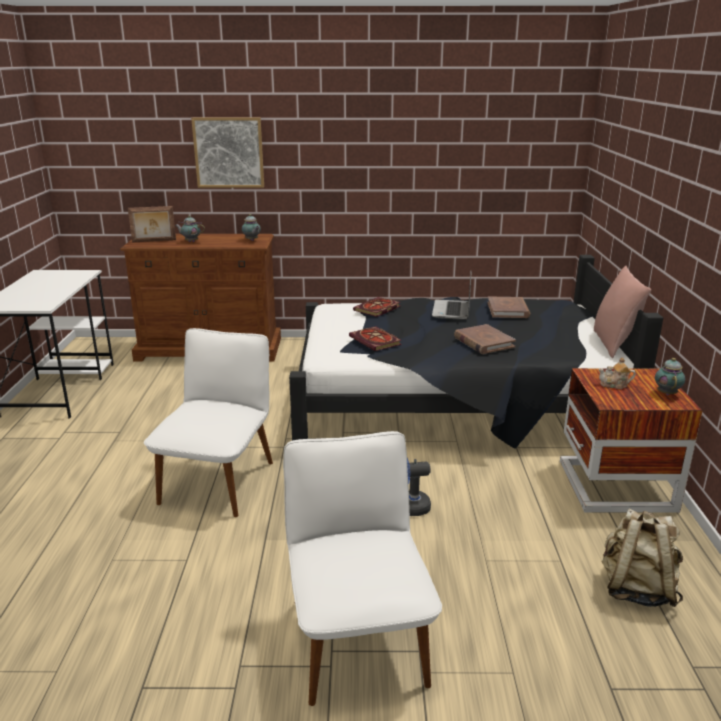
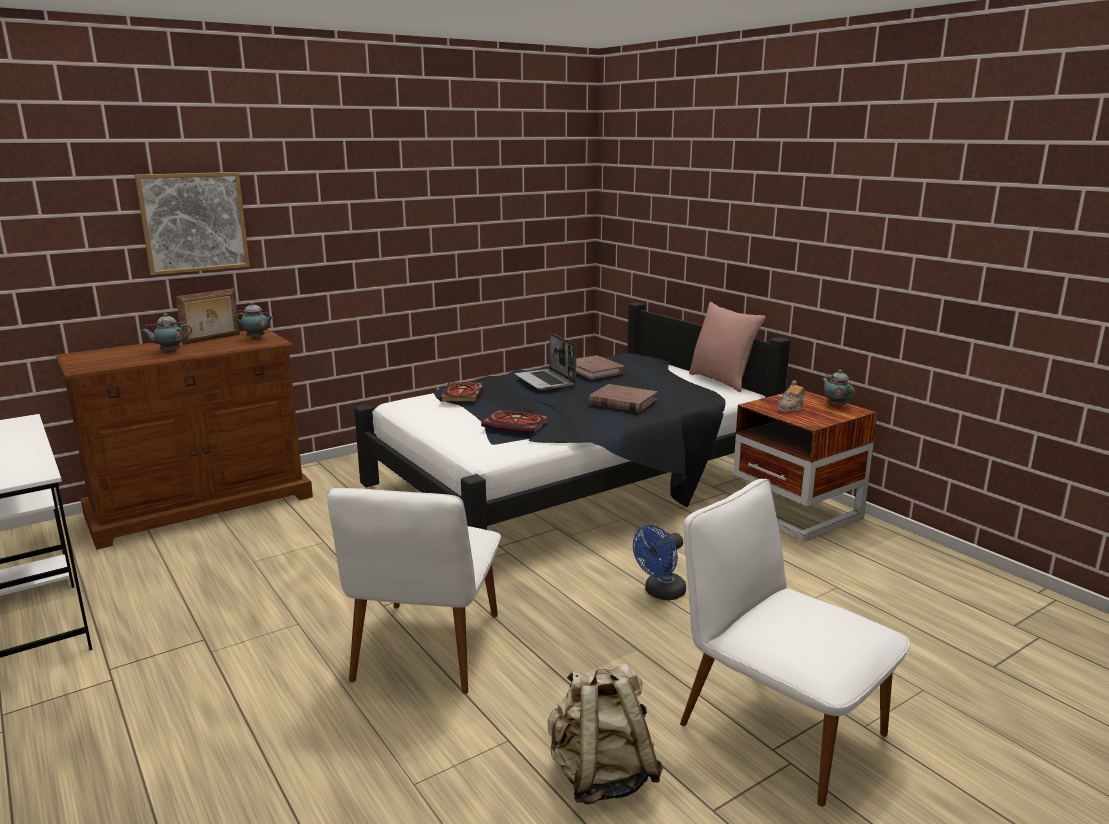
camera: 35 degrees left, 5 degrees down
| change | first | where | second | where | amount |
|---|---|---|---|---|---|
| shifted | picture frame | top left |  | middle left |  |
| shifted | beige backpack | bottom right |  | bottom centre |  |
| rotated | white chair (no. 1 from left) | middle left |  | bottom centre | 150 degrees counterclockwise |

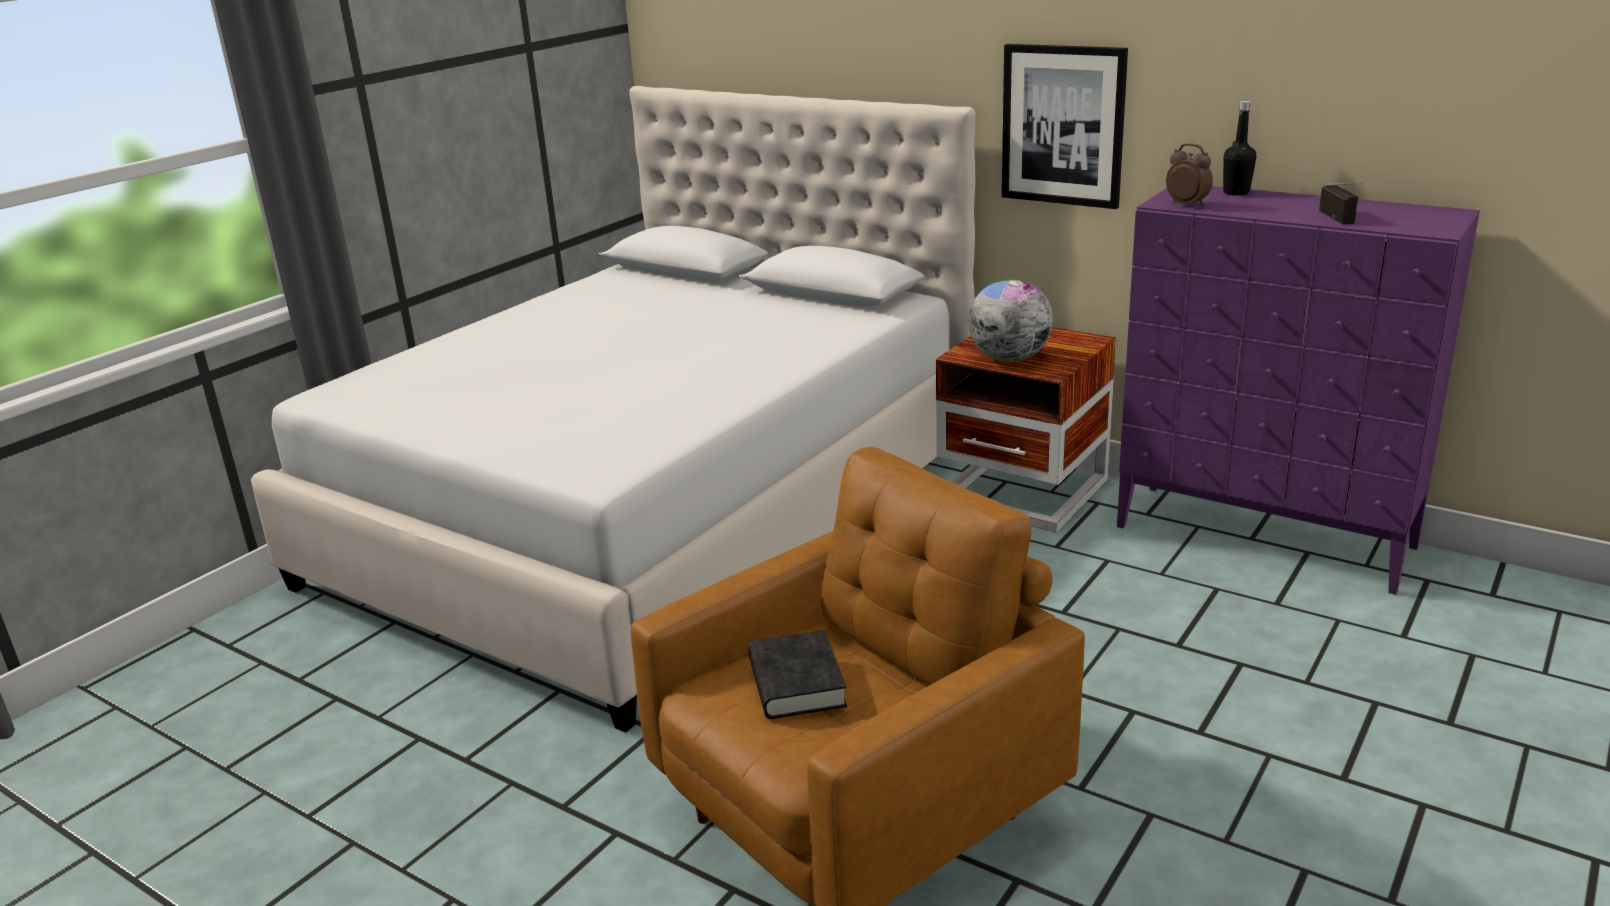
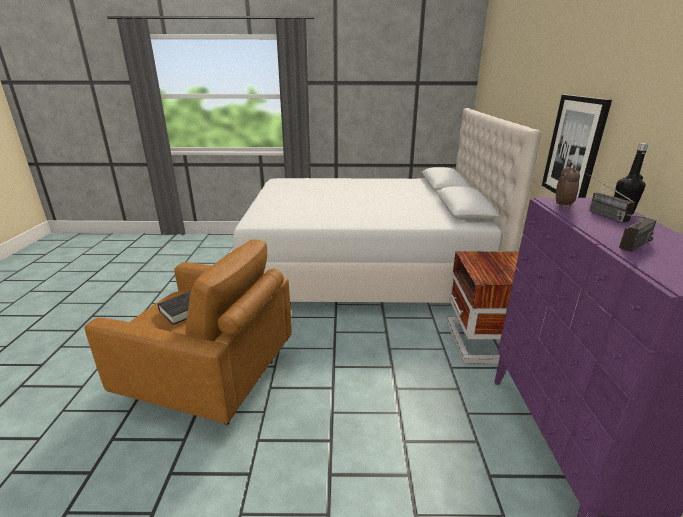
camera: 55 degrees right, 0 degrees up
| change | first | where | second | where | amount |
|---|---|---|---|---|---|
| gone | globe | centre |  |  |  |
| new |  |  | radio (no. 1 from left) | middle right |  |

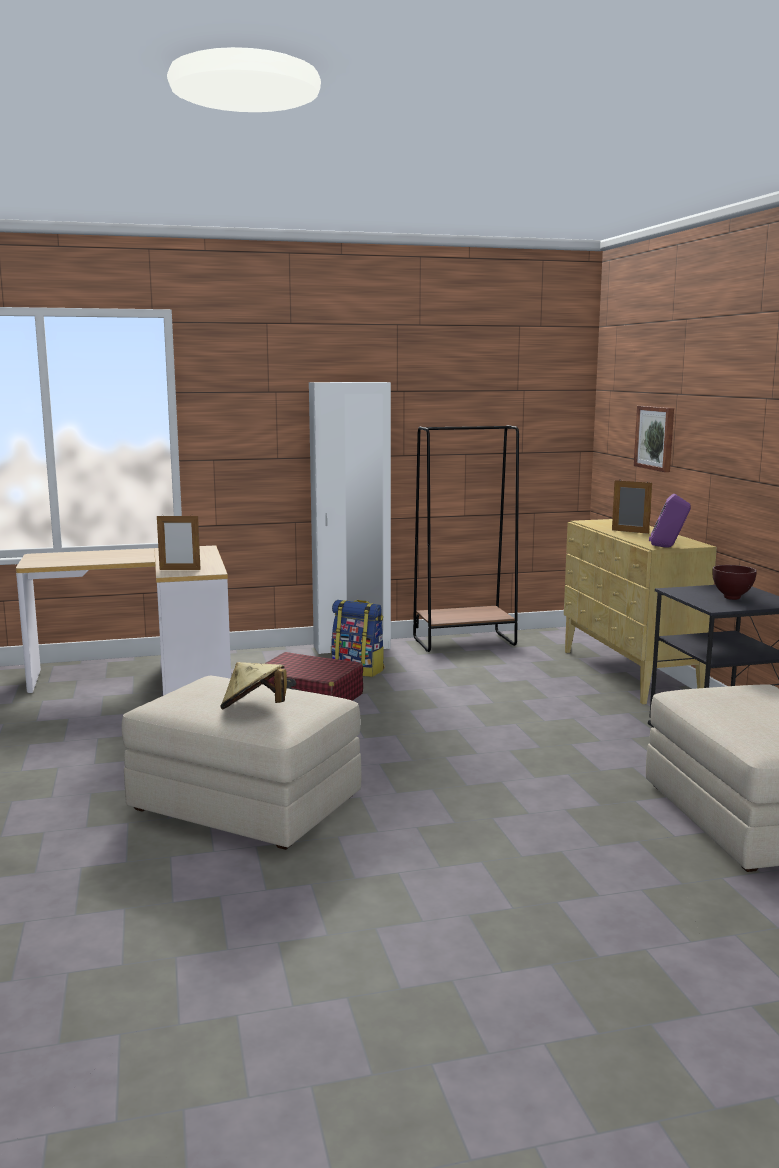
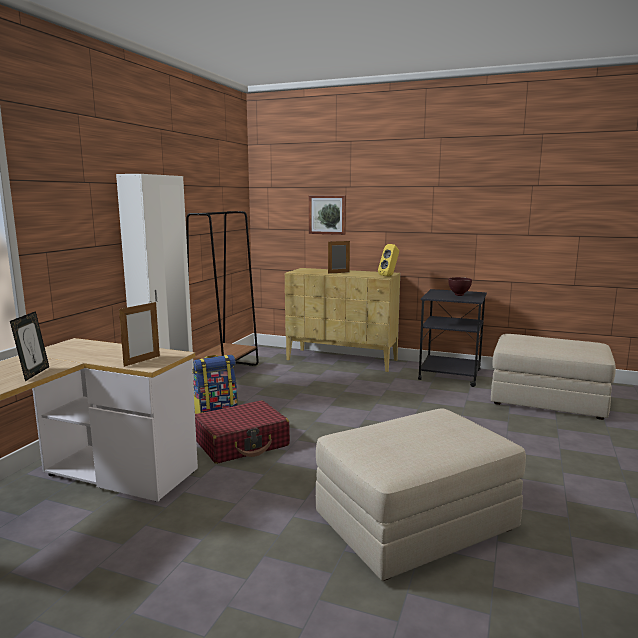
camera: 55 degrees left, 0 degrees up
| change | first | where | second | where | amount |
|---|---|---|---|---|---|
| gone | beige hat | middle left |  |  |  |
| new |  |  | picture frame (no. 1 from left) | middle left |  |
| repainted | purple speaker | middle right | yellow speaker | centre |  |

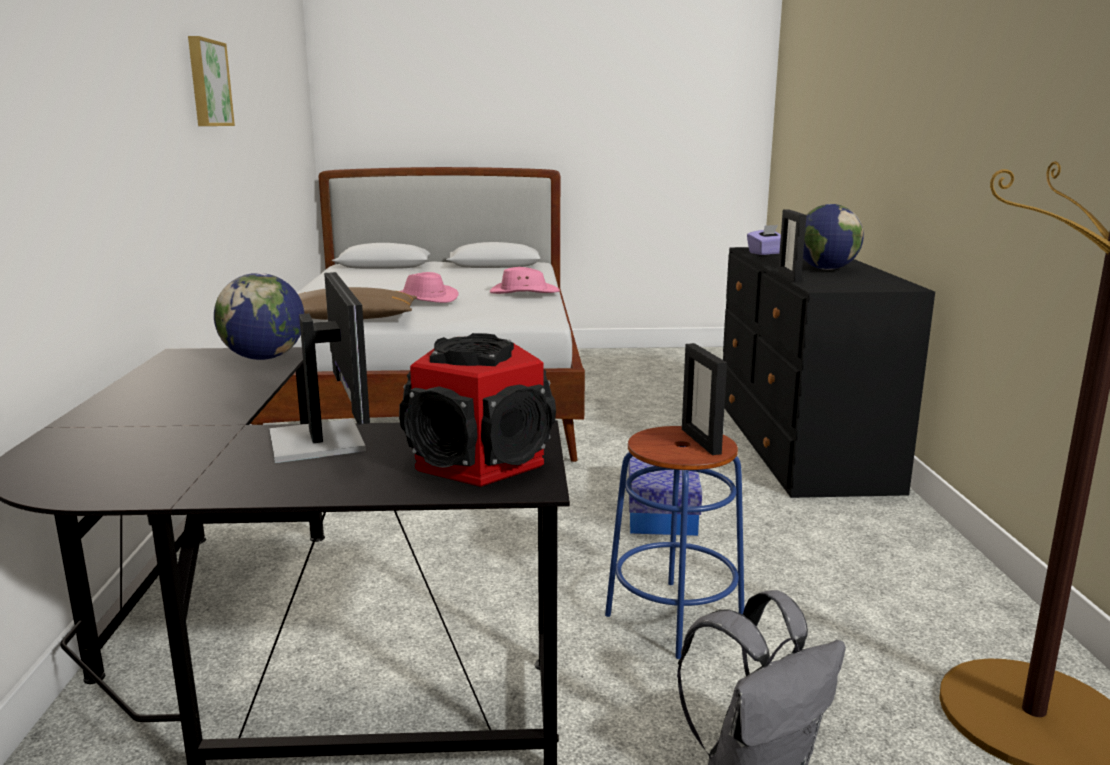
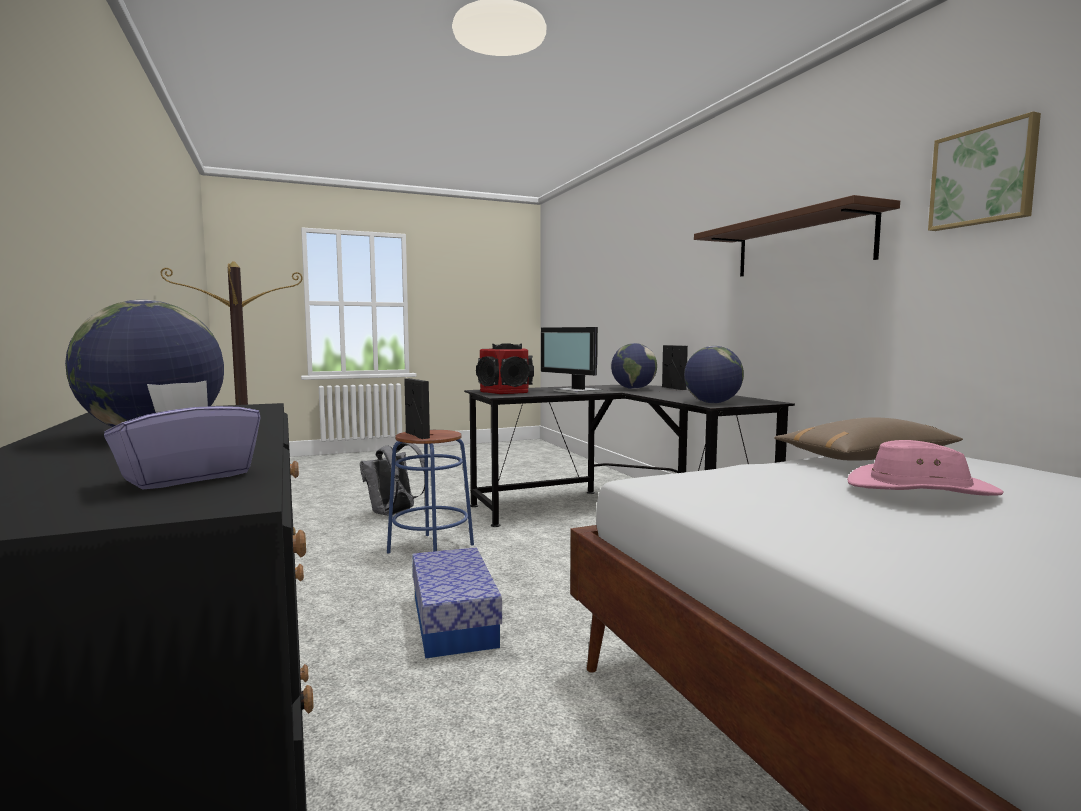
camera: 160 degrees right, 10 degrees down
| change | first | where | second | where | amount |
|---|---|---|---|---|---|
| gone | pink hat (no. 2 from left) | centre |  |  |  |
| new |  |  | globe (no. 2 from left) | centre |  |
| new |  |  | brown shelf | top right |  |
| shifted | picture frame (no. 2 from left) | top right |  | centre |  |

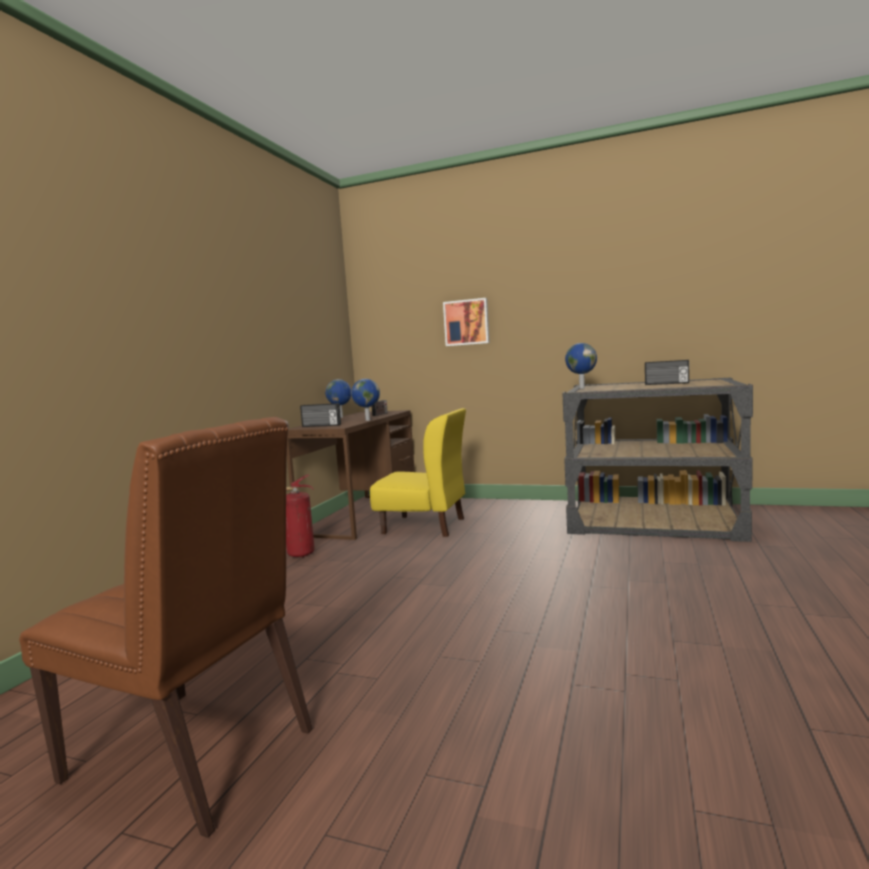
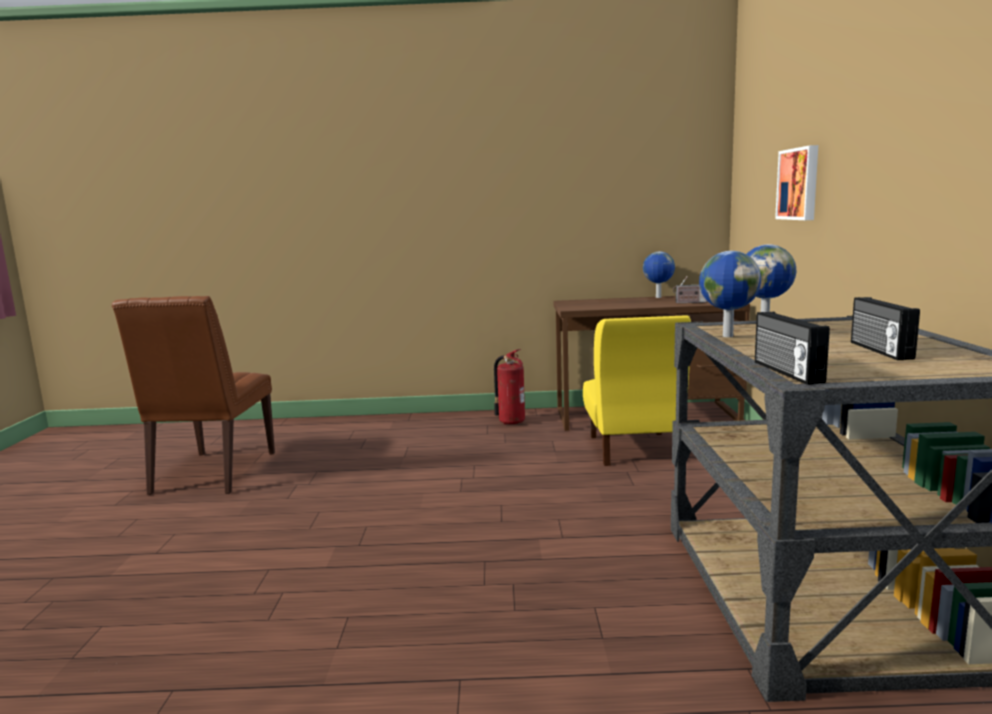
camera: 70 degrees right, 5 degrees up
| change | first | where | second | where | amount |
|---|---|---|---|---|---|
| shifted | radio (no. 1 from left in the first image) | centre | radio (no. 2 from left) | middle right |  |
| shifted | globe (no. 2 from left) | centre |  | middle right |  |

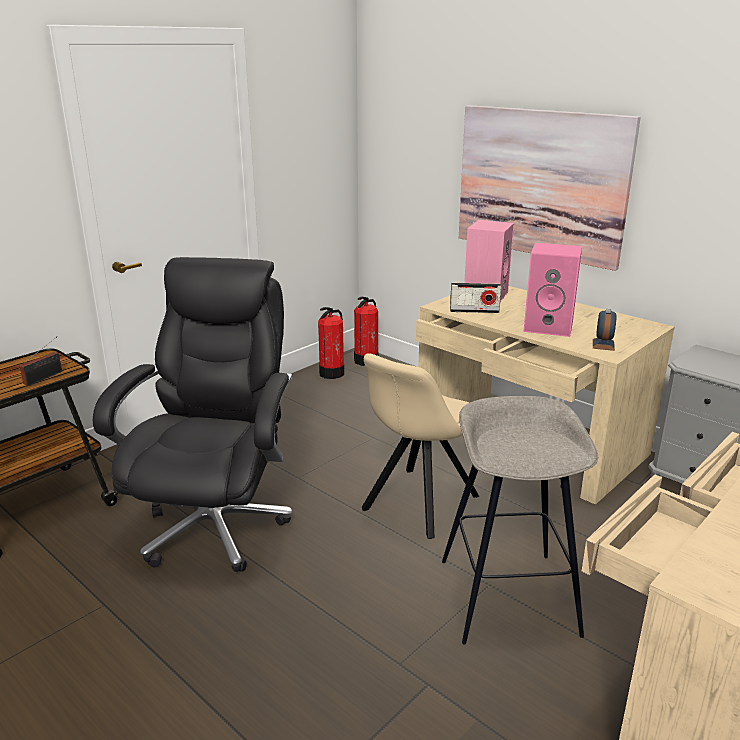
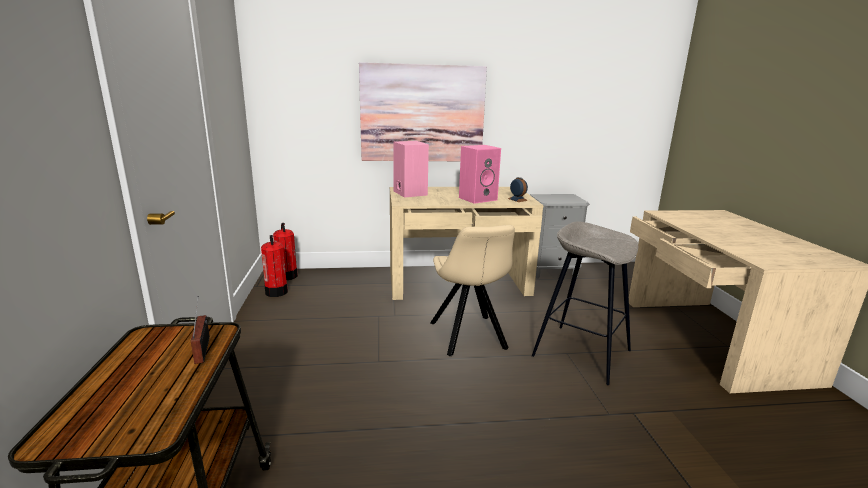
camera: 50 degrees left, 5 degrees down
| change | first | where | second | where | amount |
|---|---|---|---|---|---|
| gone | black office chair | middle left |  |  |  |
| gone | radio (no. 2 from left) | centre |  |  |  |

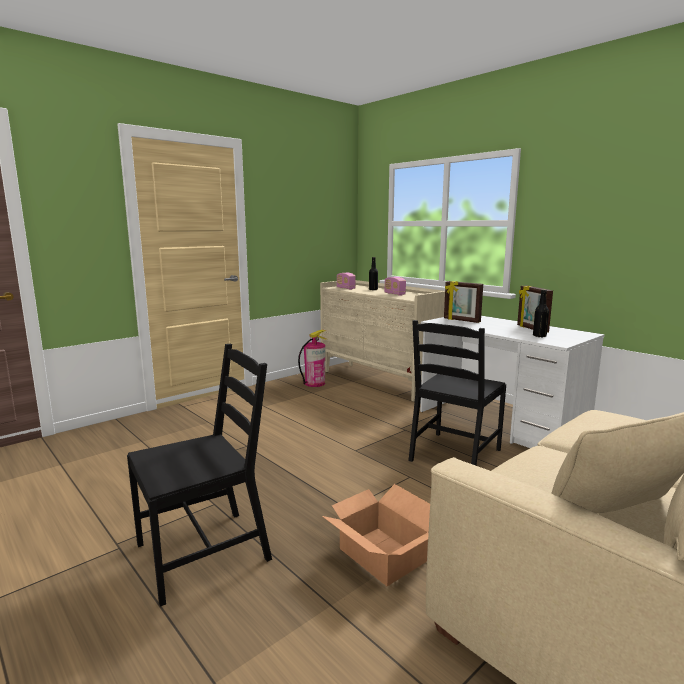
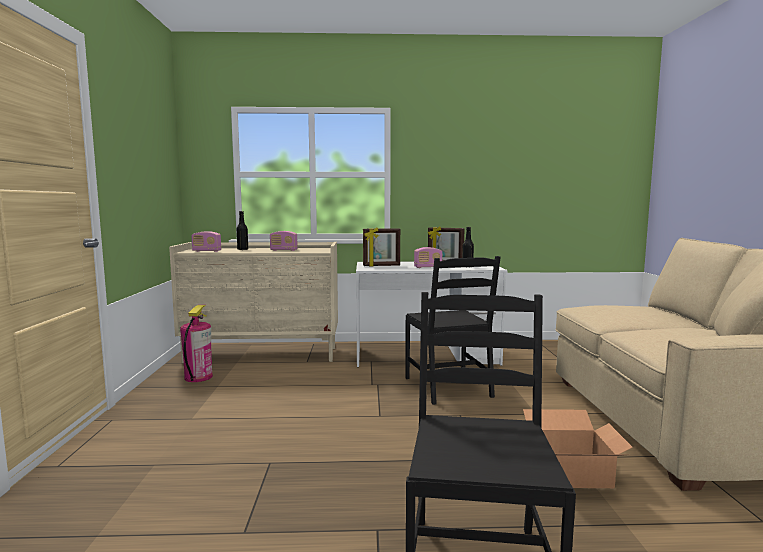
camera: 50 degrees left, 5 degrees down
| change | first | where | second | where | amount |
|---|---|---|---|---|---|
| new |  |  | radio (no. 3 from left) | centre |  |

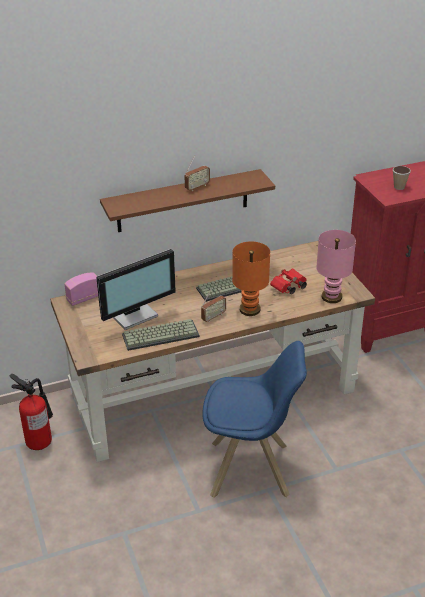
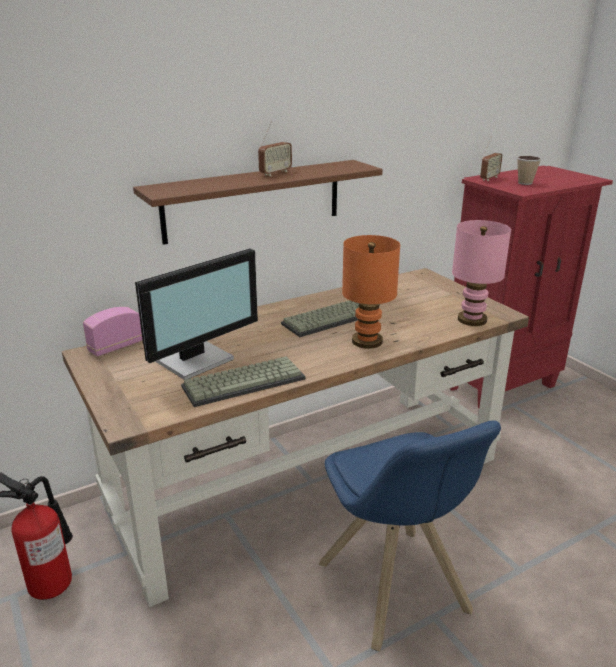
camera: 10 degrees left, 10 degrees down
| change | first | where | second | where | amount |
|---|---|---|---|---|---|
| gone | red binoculars | middle right |  |  |  |
| shifted | radio (no. 3 from left) | centre |  | top right |  |
| rotated | blue chair | bottom centre |  | bottom centre | 75 degrees clockwise |

